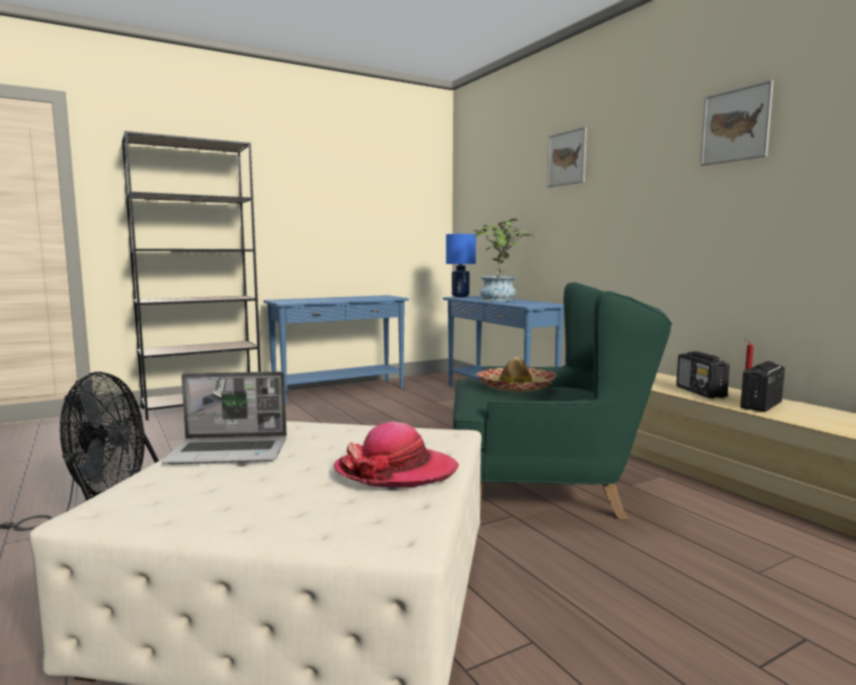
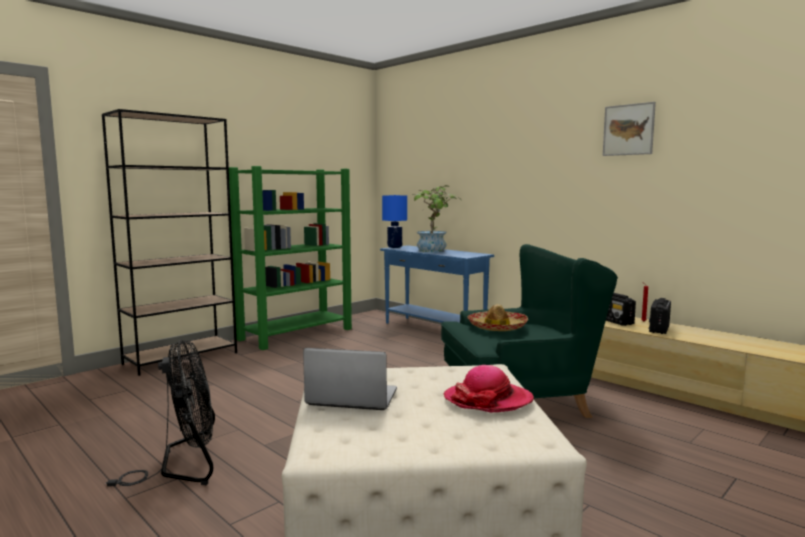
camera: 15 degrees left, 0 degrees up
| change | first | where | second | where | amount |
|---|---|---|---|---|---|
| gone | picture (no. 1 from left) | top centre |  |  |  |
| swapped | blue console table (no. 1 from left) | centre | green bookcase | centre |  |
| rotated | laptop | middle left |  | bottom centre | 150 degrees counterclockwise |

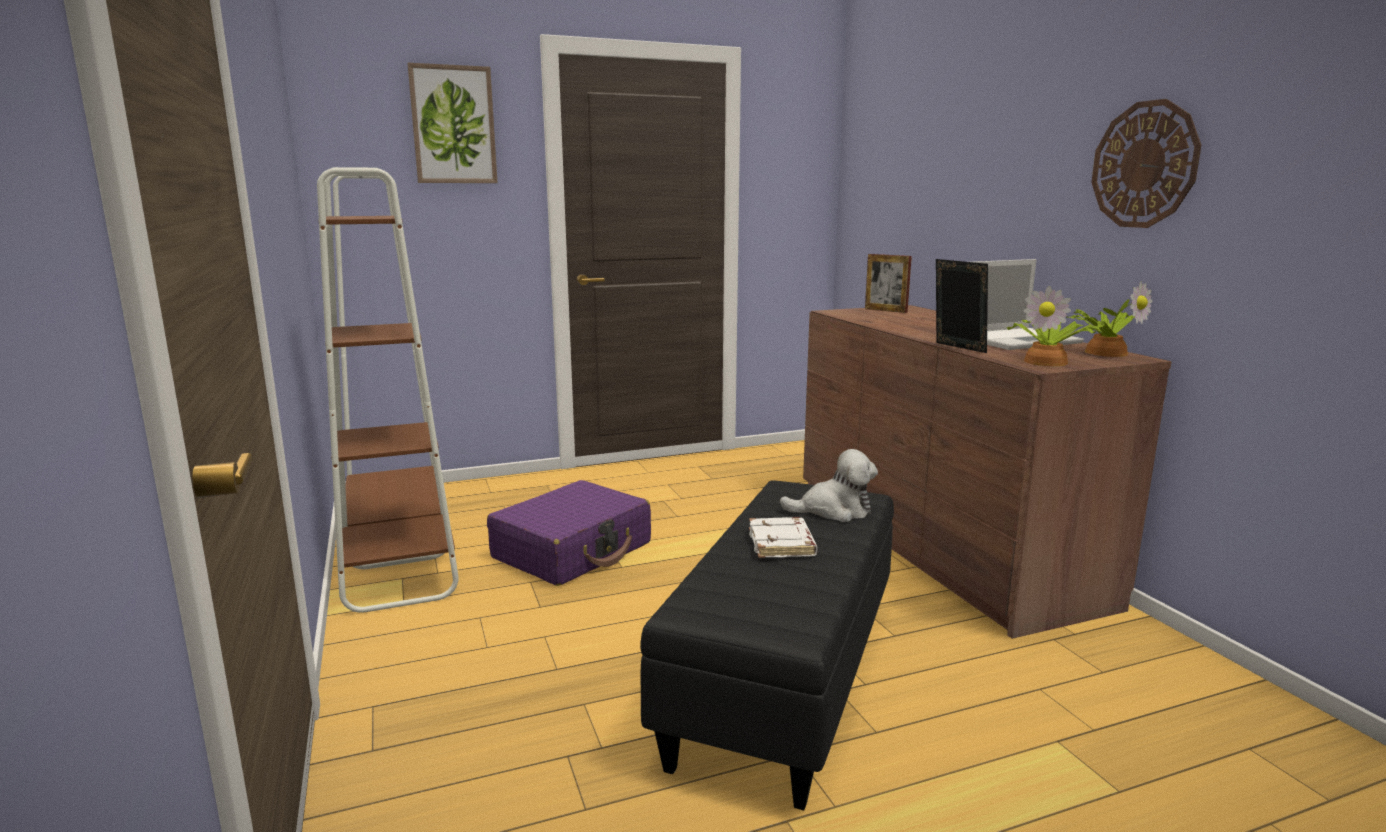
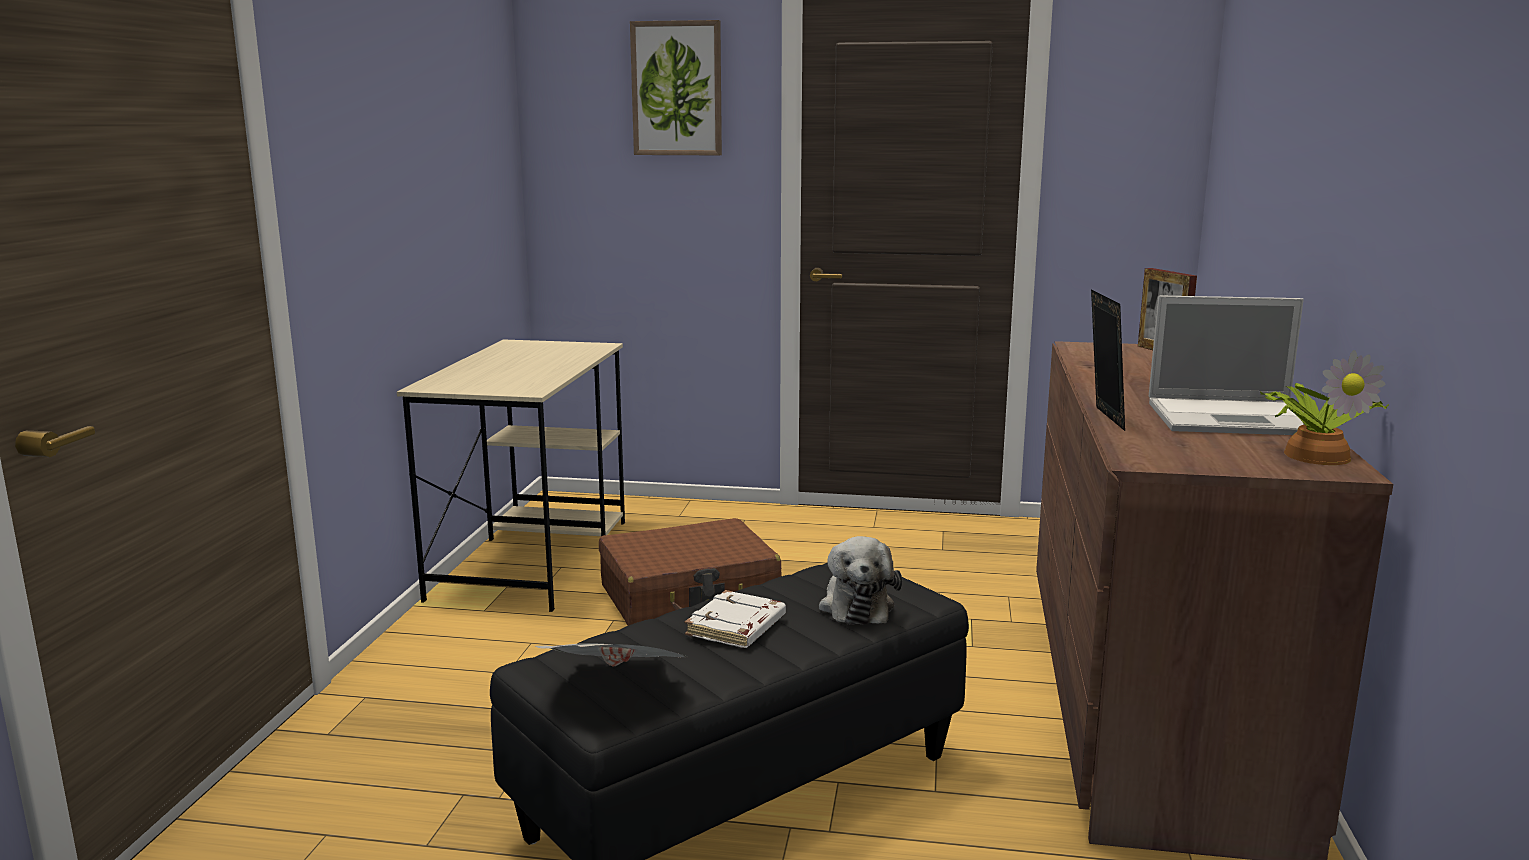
camera: 30 degrees right, 0 degrees up
| change | first | where | second | where | amount |
|---|---|---|---|---|---|
| gone | potted plant (no. 1 from left) | middle right |  |  |  |
| gone | wall clock | top right |  |  |  |
| new |  |  | newspaper | bottom centre |  |
| swapped | brown clothes rack | middle left | beige desk | centre |  |
| repainted | purple suitcase | centre | brown suitcase | centre |  |
| rotated | plush toy | centre |  | bottom centre | 60 degrees clockwise |

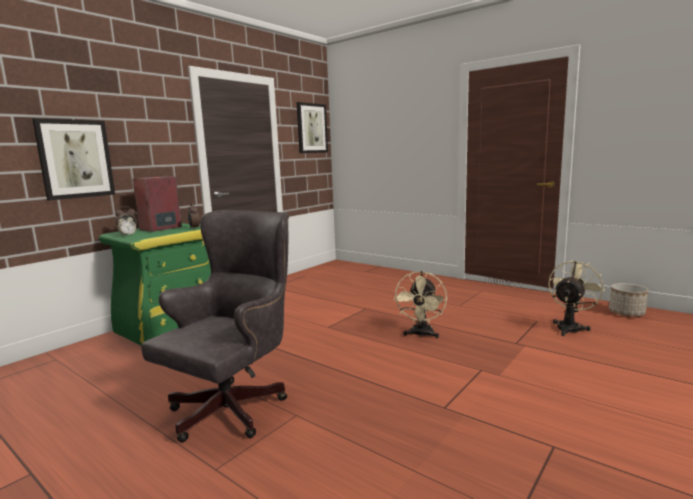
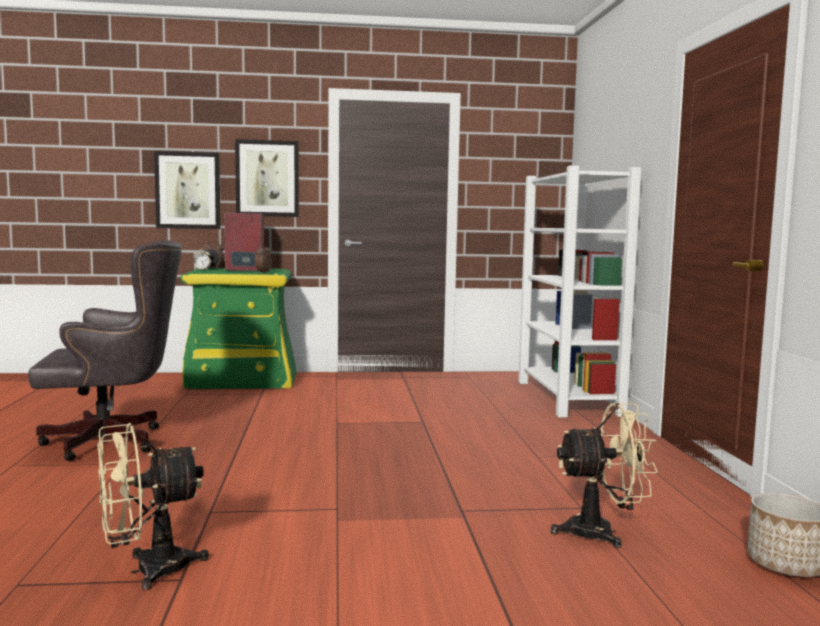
camera: 45 degrees right, 5 degrees down
| change | first | where | second | where | amount |
|---|---|---|---|---|---|
| new |  |  | white bookcase | middle right |  |
| shifted | picture (no. 2 from left) | top centre |  | top left |  |
| shifted | beige fan (no. 1 from left) | centre |  | bottom left |  |

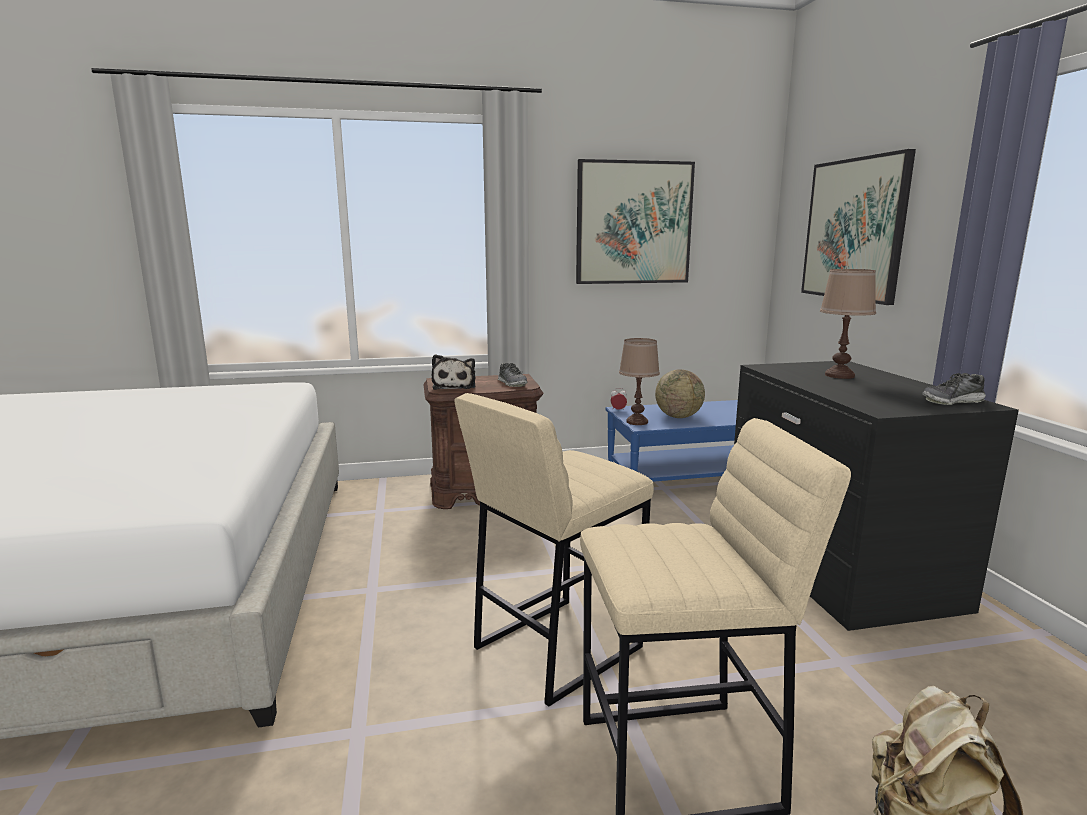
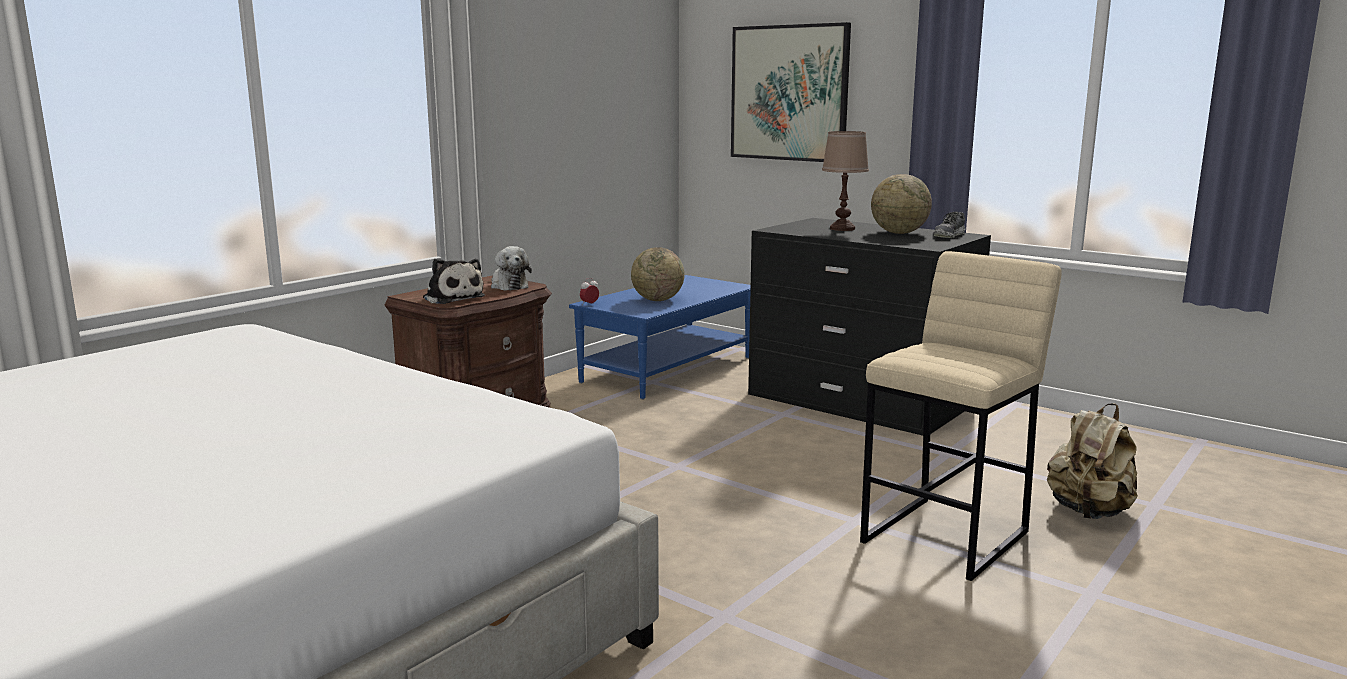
camera: 40 degrees left, 0 degrees up
| change | first | where | second | where | amount |
|---|---|---|---|---|---|
| gone | beige stool (no. 1 from left) | bottom centre |  |  |  |
| gone | picture (no. 1 from left) | top centre |  |  |  |
| gone | brown table lamp (no. 1 from left) | centre |  |  |  |
| new |  |  | globe (no. 2 from left) | top right |  |
| swapped | shoe (no. 1 from left) | centre | plush toy (no. 2 from left) | centre |  |

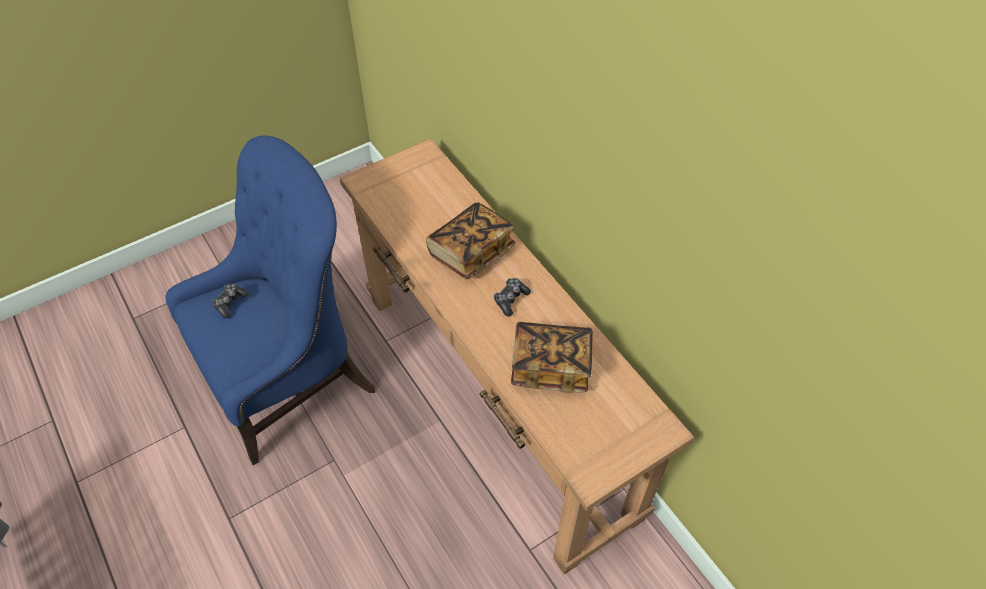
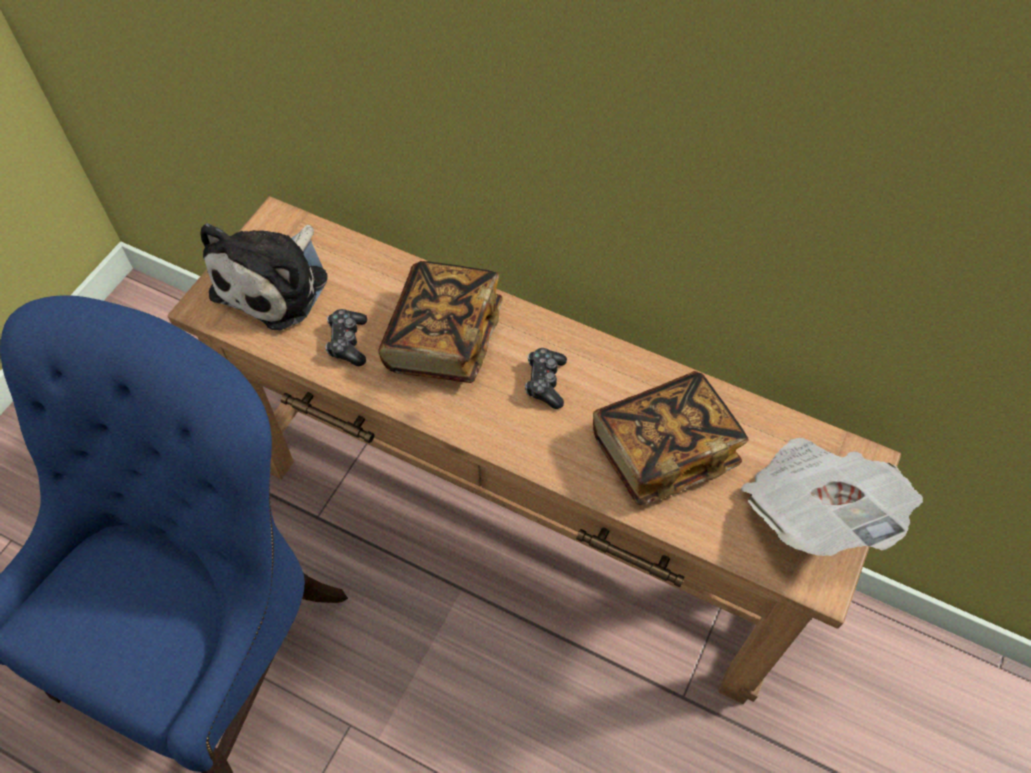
camera: 30 degrees left, 5 degrees up
| change | first | where | second | where | amount |
|---|---|---|---|---|---|
| new |  |  | plush toy | middle left |  |
| new |  |  | newspaper | middle right |  |
| shifted | game controller (no. 1 from left) | middle left |  | centre |  |

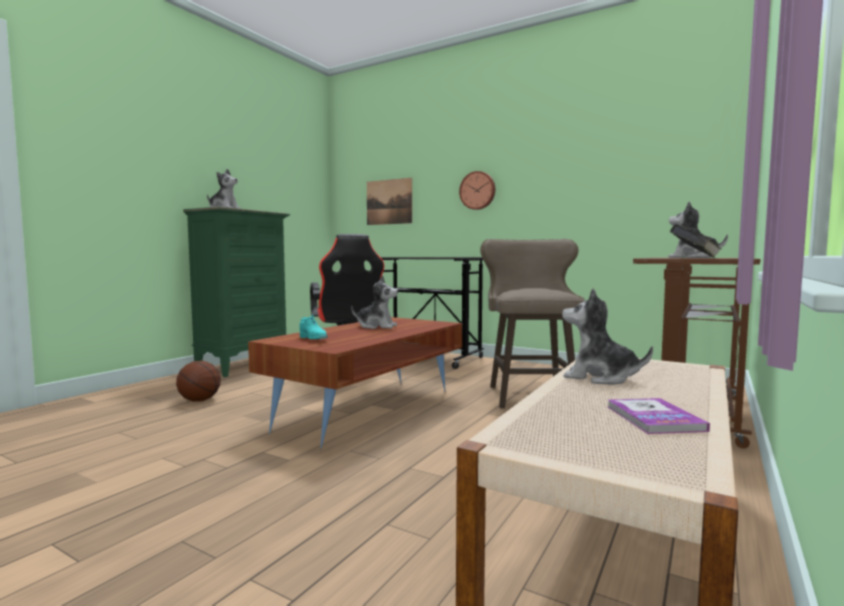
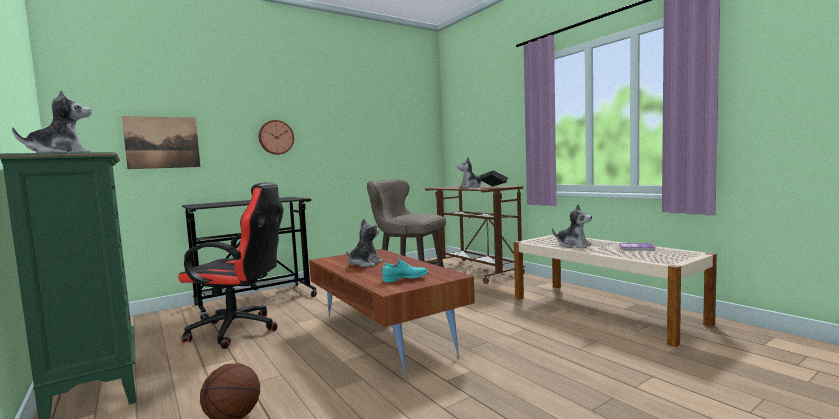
camera: 65 degrees left, 0 degrees up
| change | first | where | second | where | amount |
|---|---|---|---|---|---|
| rotated | plush toy (no. 3 from left in the first image) | middle right | plush toy (no. 4 from left) | middle right | 105 degrees counterclockwise |

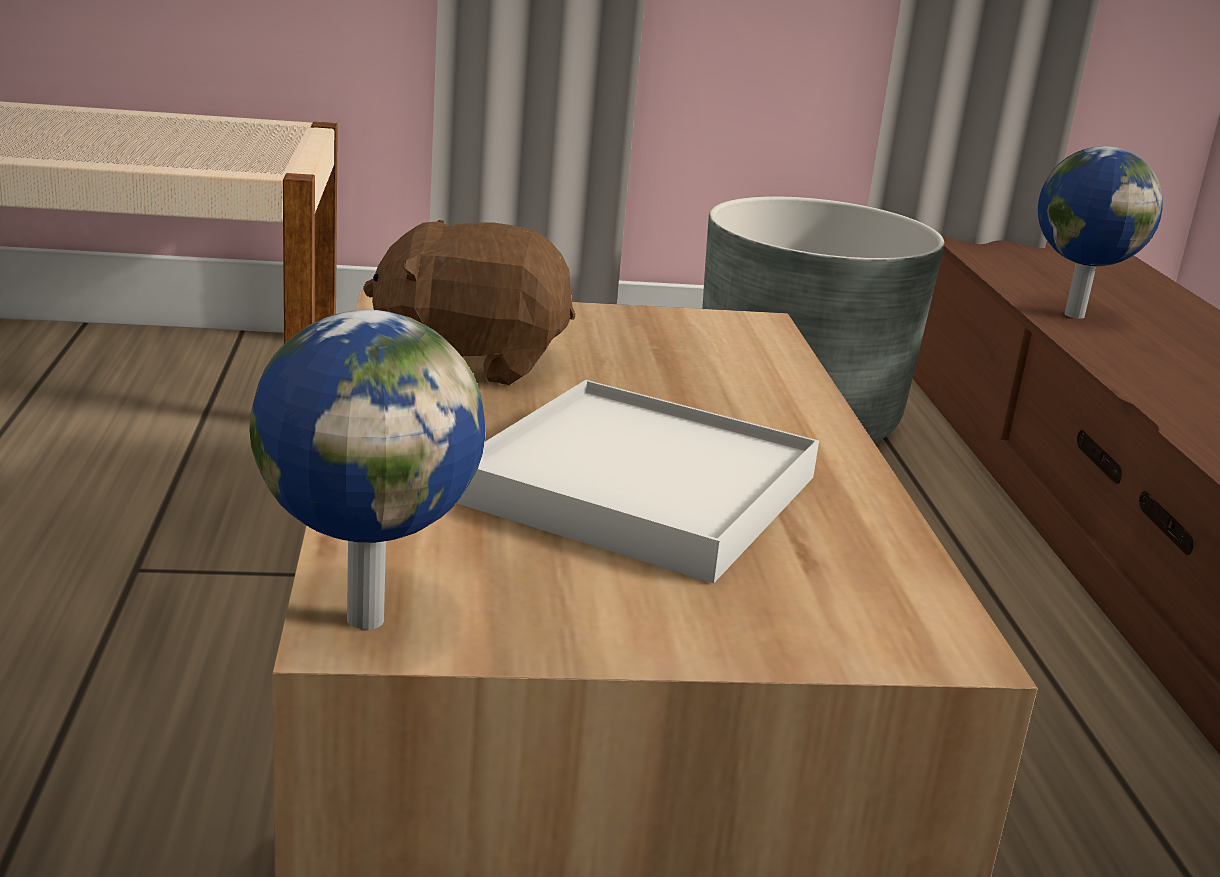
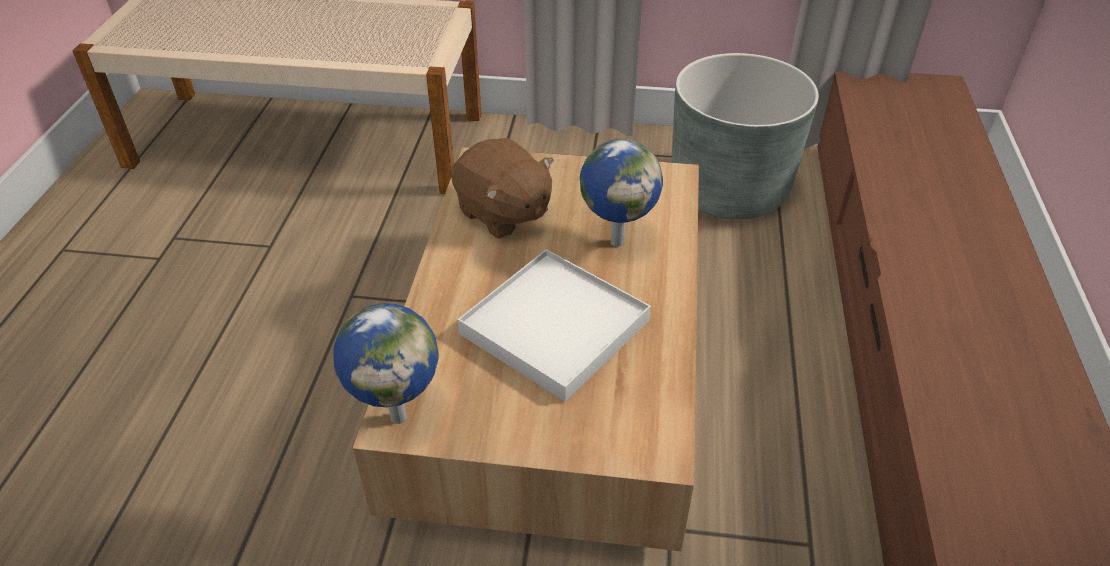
camera: 15 degrees right, 20 degrees up
| change | first | where | second | where | amount |
|---|---|---|---|---|---|
| shifted | globe (no. 2 from left) | top right |  | centre |  |
| rotated | brown plush toy | centre |  | top centre | 150 degrees counterclockwise |

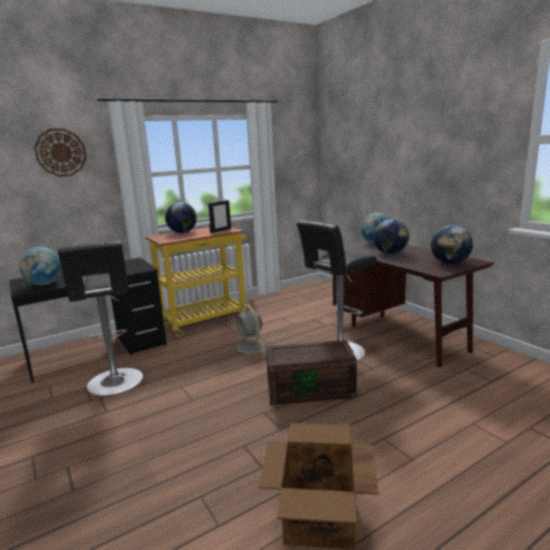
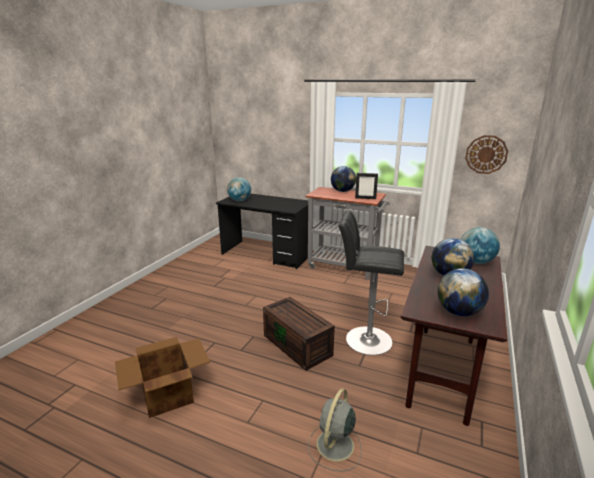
camera: 55 degrees right, 5 degrees up
| change | first | where | second | where | amount |
|---|---|---|---|---|---|
| gone | black stool (no. 1 from left) | middle left |  |  |  |
| shifted | wall clock | top left |  | top right |  |
| shifted | grey fan | centre |  | bottom centre |  |
| repainted | yellow cart | centre | grey cart | centre |  |

